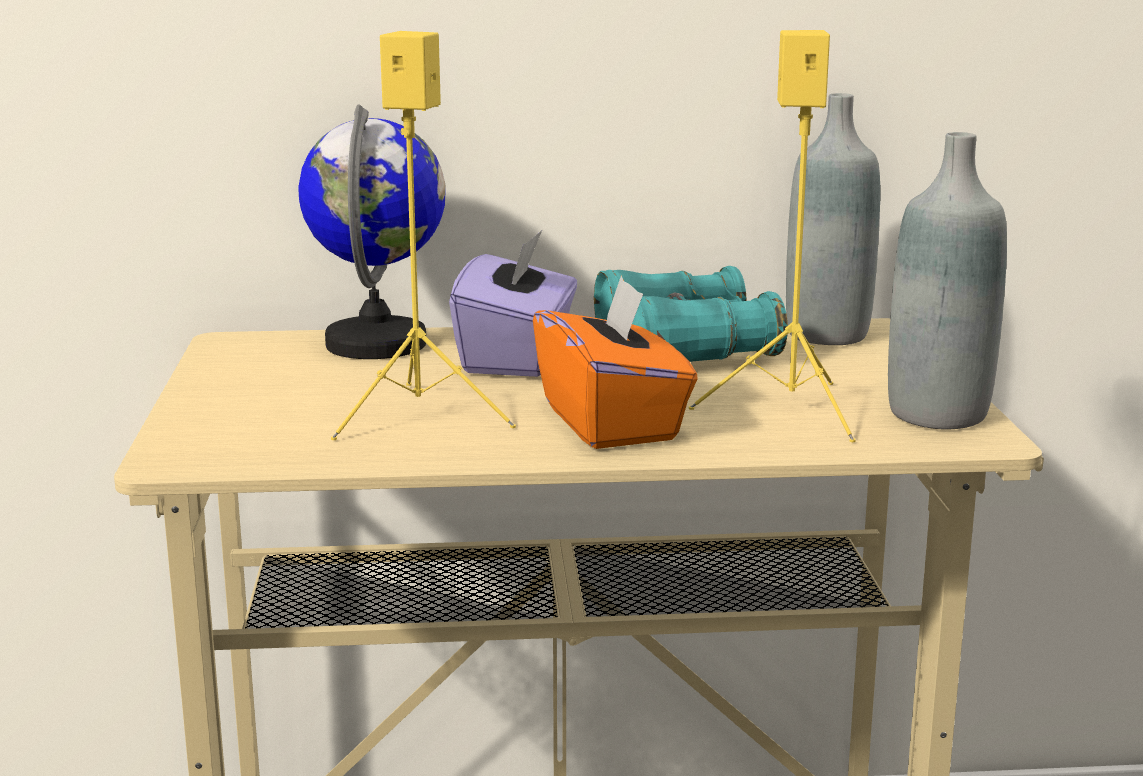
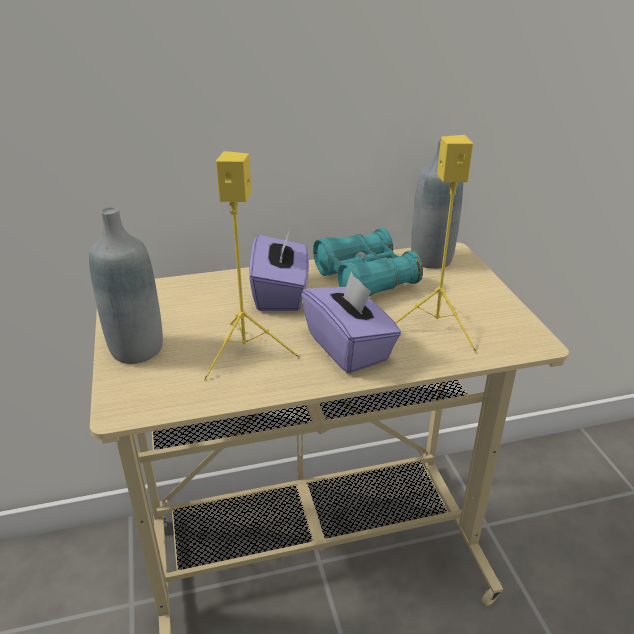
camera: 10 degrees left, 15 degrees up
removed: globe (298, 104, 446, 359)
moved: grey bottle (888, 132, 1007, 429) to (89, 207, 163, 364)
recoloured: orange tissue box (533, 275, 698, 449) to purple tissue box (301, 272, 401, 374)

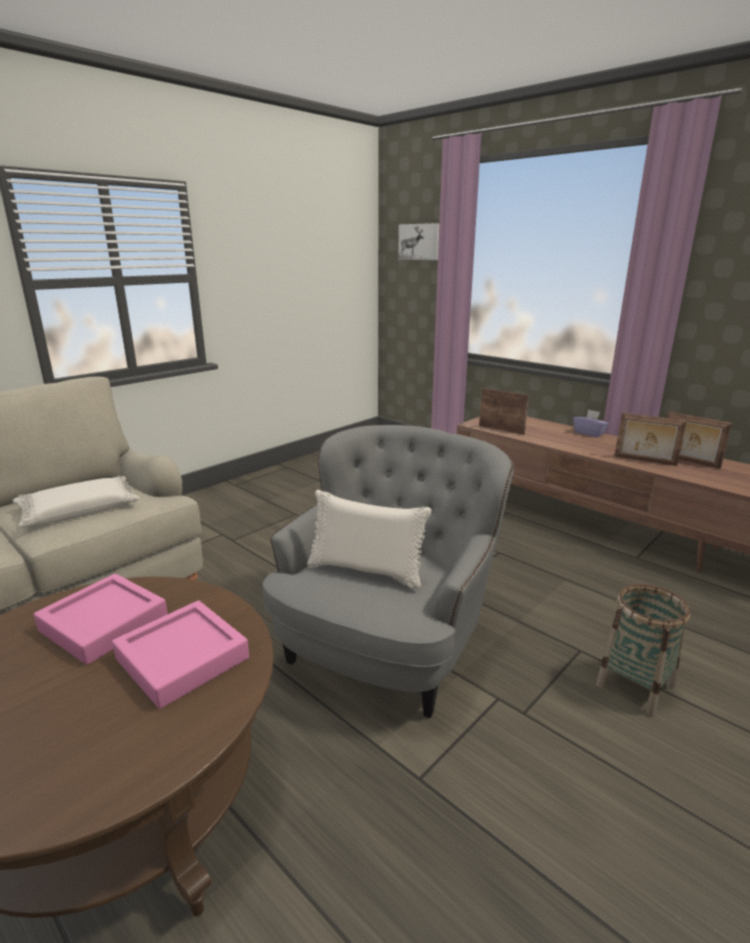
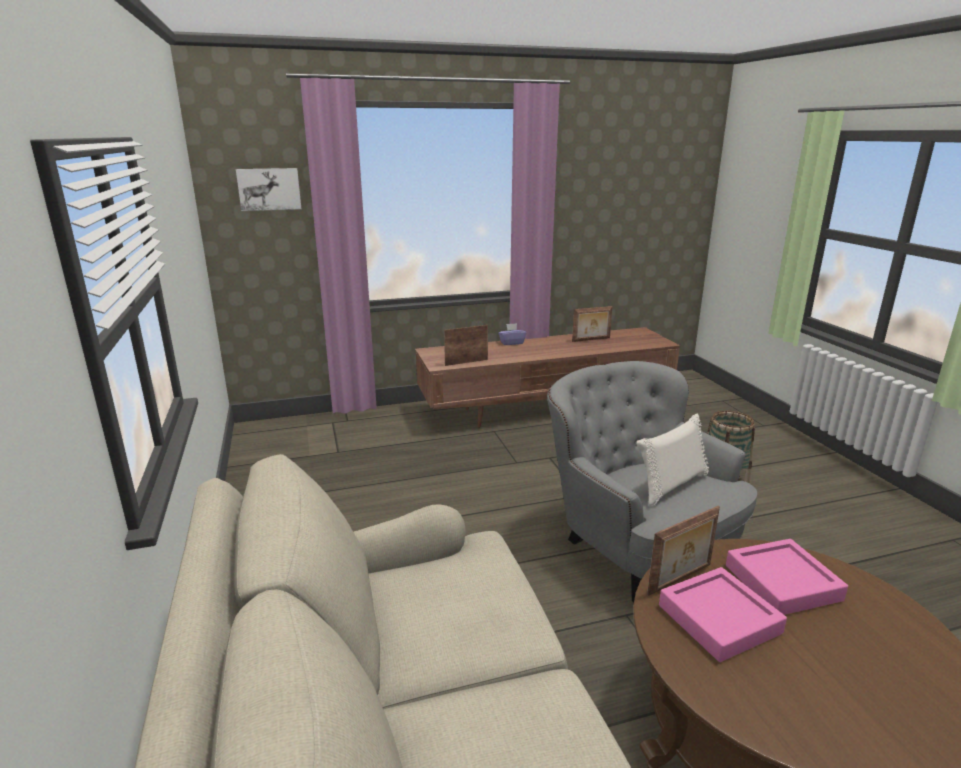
camera: 60 degrees left, 0 degrees up
removed: white pillow (13, 476, 140, 527)
moved: picture frame (615, 413, 687, 466) to (647, 506, 720, 596)

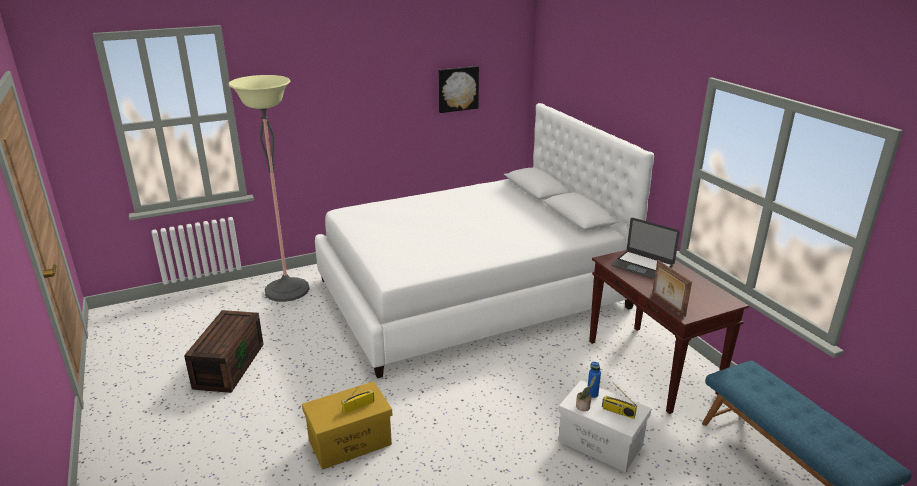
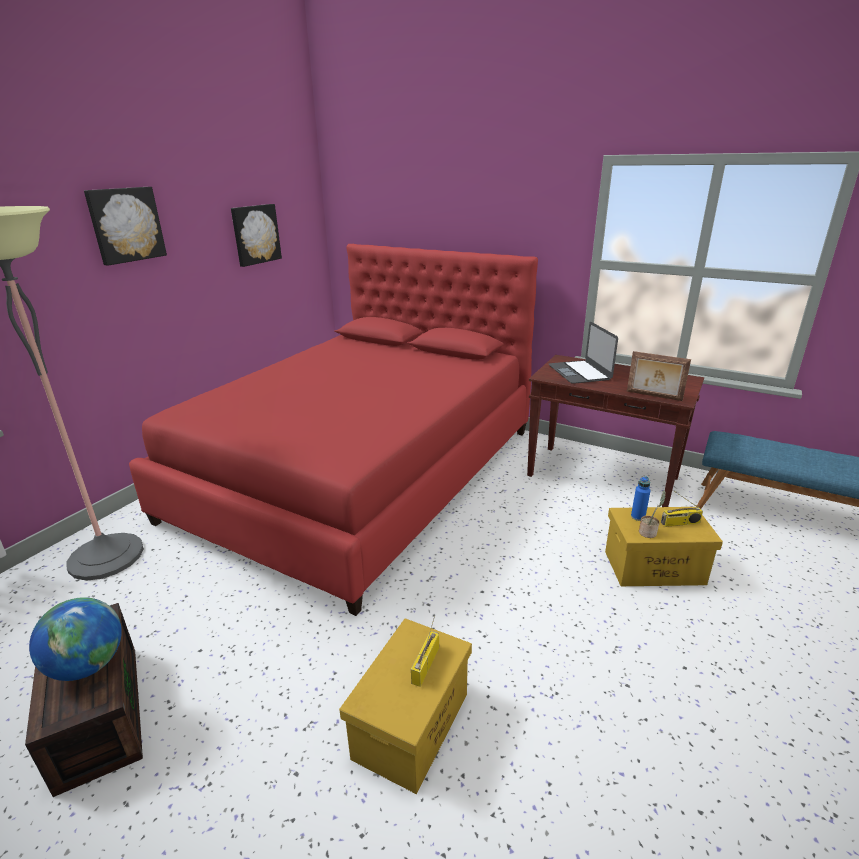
camera: 35 degrees left, 0 degrees up
added: globe (29, 597, 122, 681); picture (84, 187, 167, 266)
recoloured: white bed (315, 103, 654, 378) to red bed (129, 244, 538, 616); white storage box (558, 380, 651, 472) to yellow storage box (605, 507, 723, 586)
turned: laptop (611, 218, 680, 279) = (549, 322, 618, 384) 75 degrees clockwise

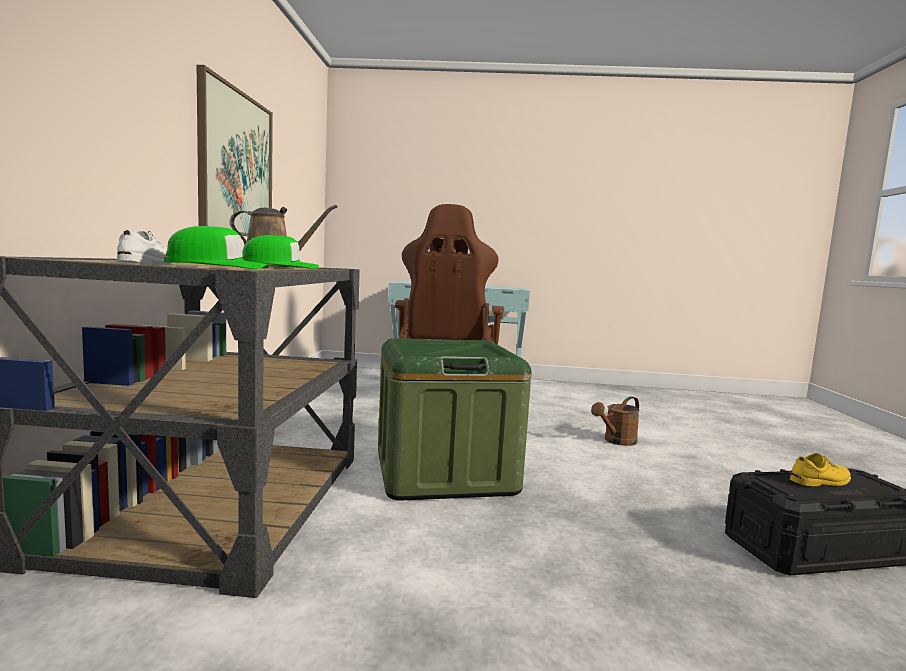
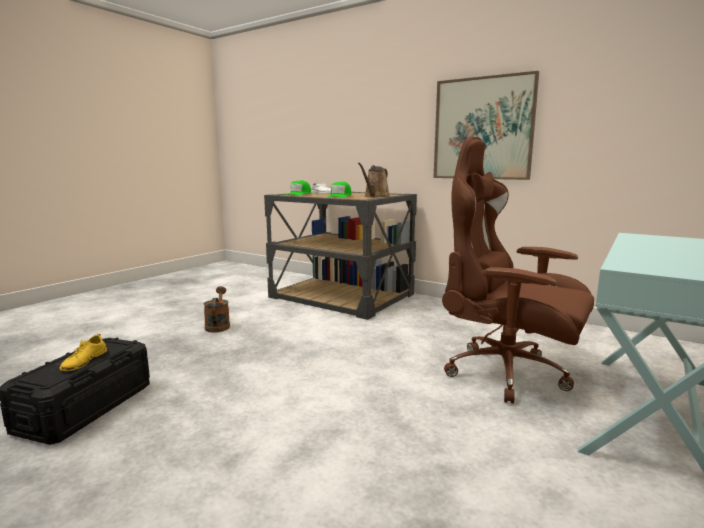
camera: 120 degrees right, 5 degrees up
removed: green storage box (378, 338, 531, 501)
moved: brown watering can (591, 397, 640, 446) to (204, 286, 230, 333)

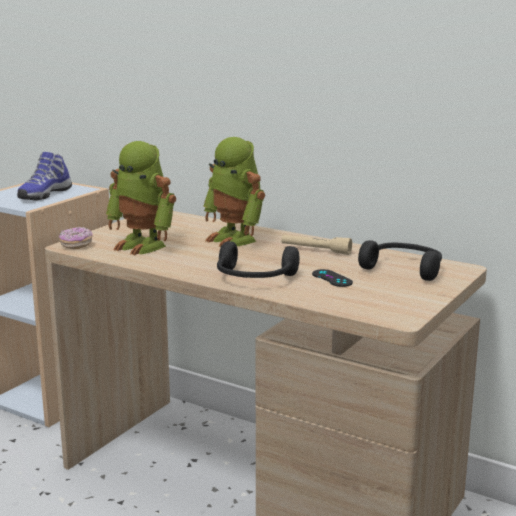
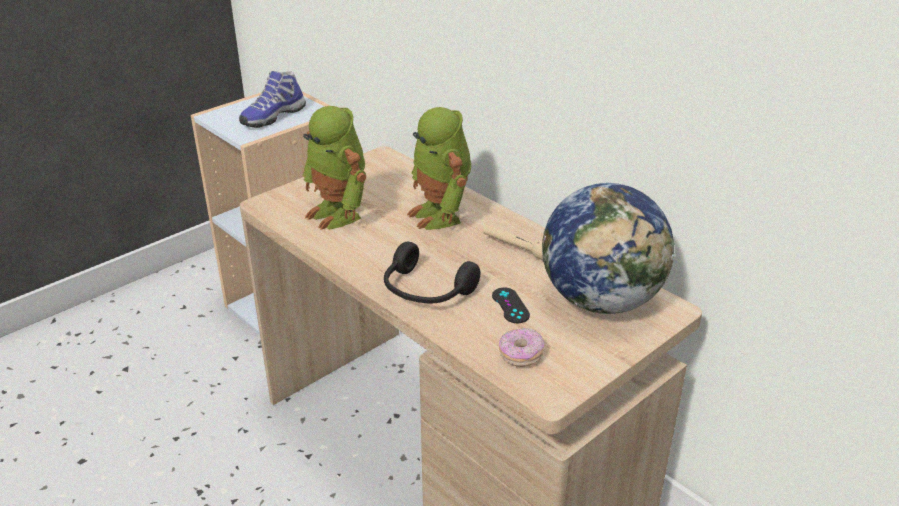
camera: 15 degrees right, 15 degrees up
moved: donut (59, 227, 93, 249) to (499, 328, 544, 367)
replaced: black headphones (358, 240, 442, 281) to globe (542, 183, 674, 314)

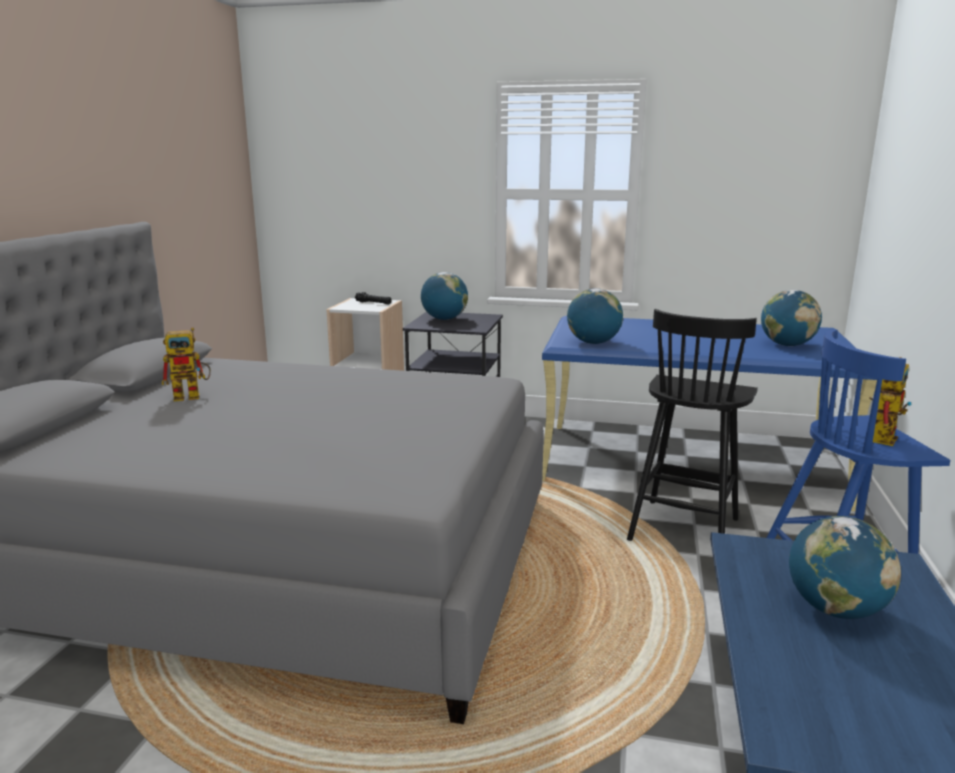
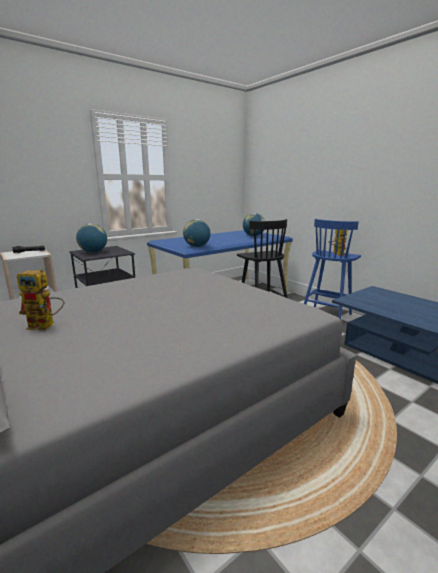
camera: 50 degrees left, 0 degrees up
removed: globe (789, 516, 901, 619)
turned: toy robot (162, 328, 211, 401) = (17, 269, 64, 330) 75 degrees clockwise

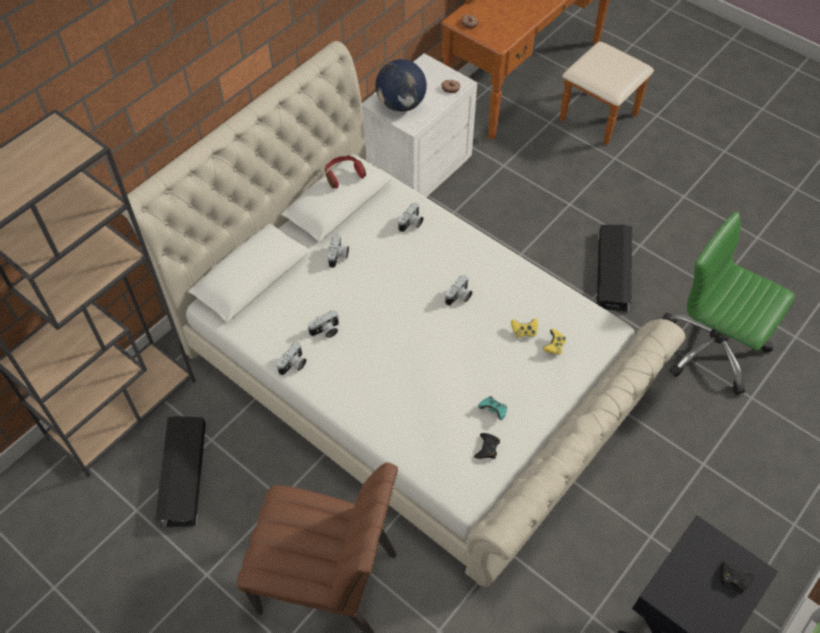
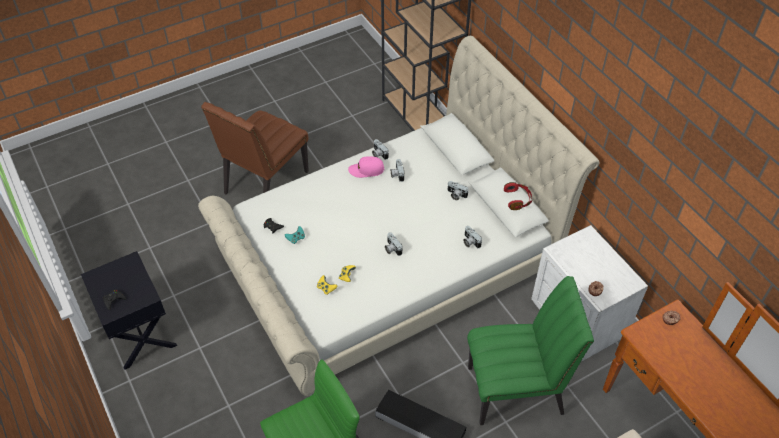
camera: 110 degrees right, 5 degrees down
removed: black storage box (155, 416, 206, 527); globe (375, 59, 427, 112)
added: pink cap (348, 156, 385, 178); green chair (467, 276, 594, 425)

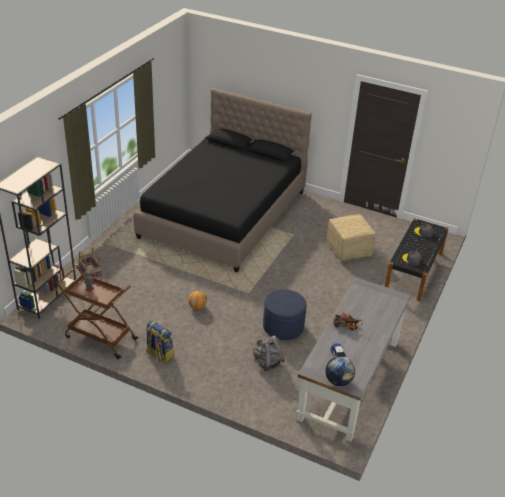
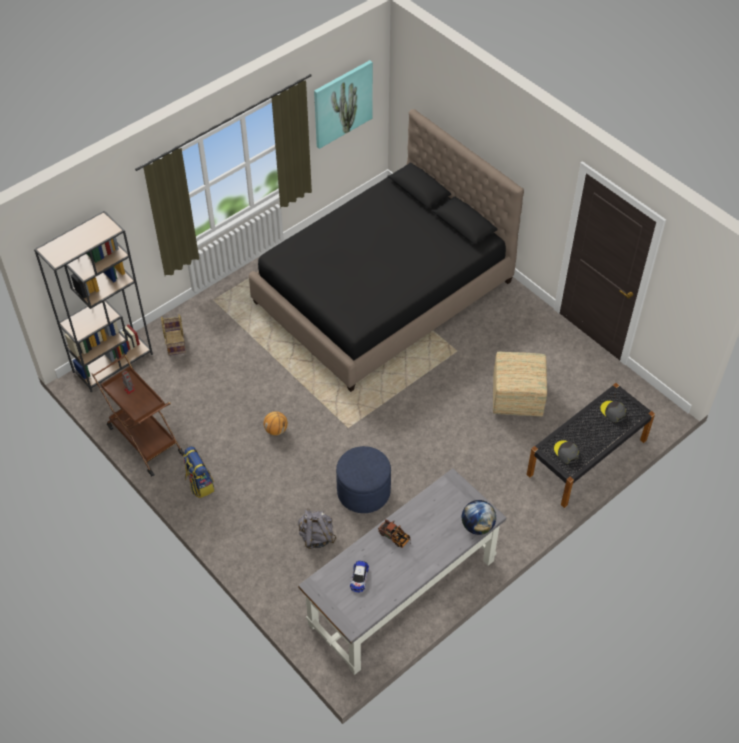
camera: 25 degrees right, 15 degrees up
added: picture (314, 60, 373, 149)
moved: globe (325, 356, 355, 386) to (462, 500, 496, 535)

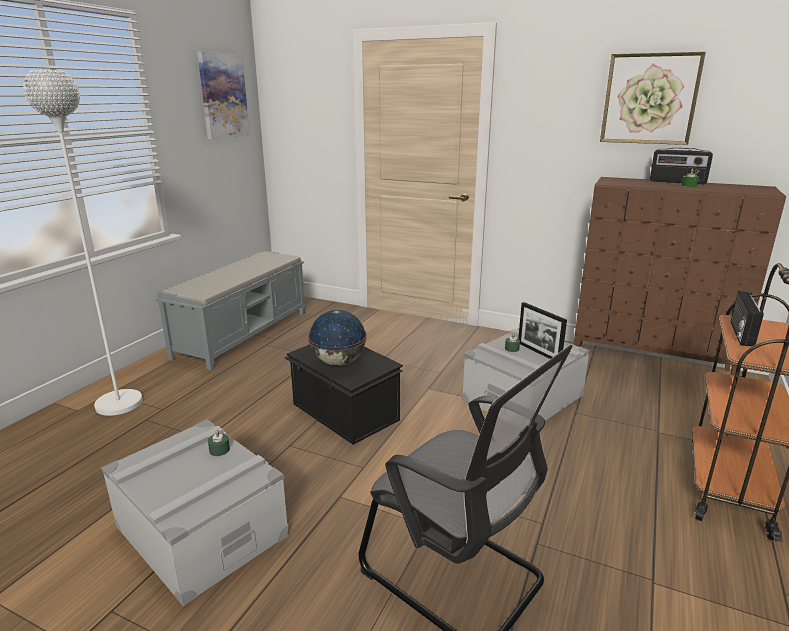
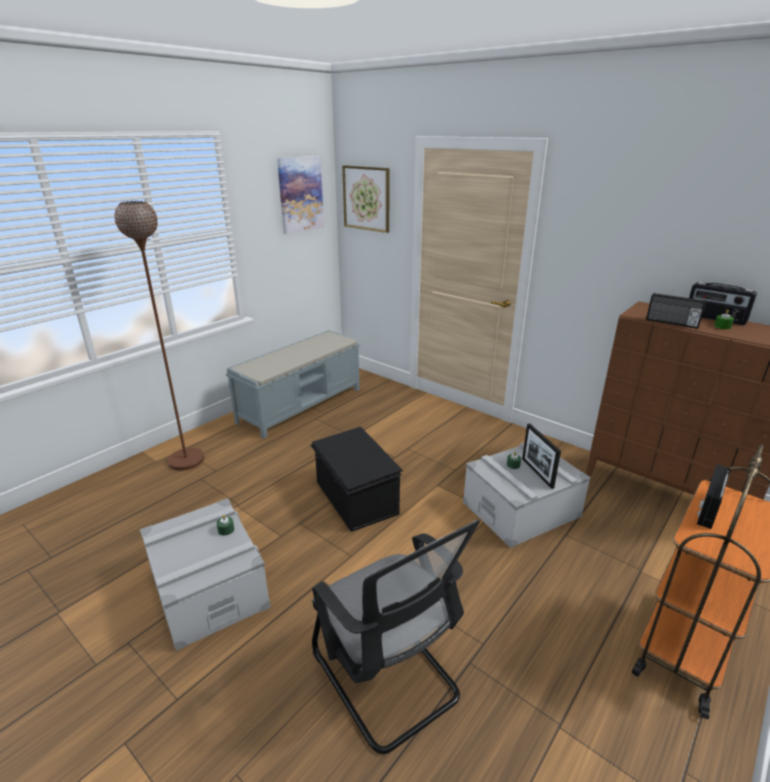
camera: 15 degrees right, 5 degrees up
removed: globe (308, 310, 367, 366)
added: radio (646, 293, 706, 329)
moved: picture (600, 52, 706, 145) to (342, 165, 390, 233)
recoloured: white floor lamp (23, 70, 143, 416) to brown floor lamp (114, 201, 204, 471)

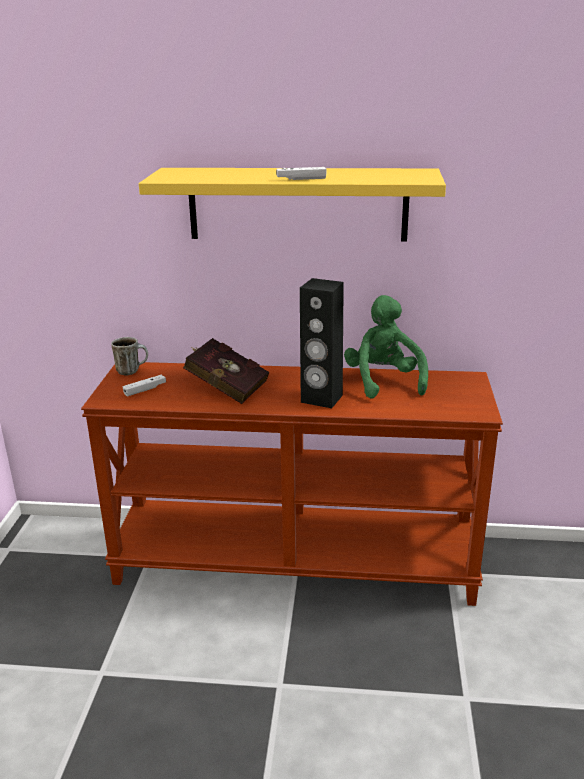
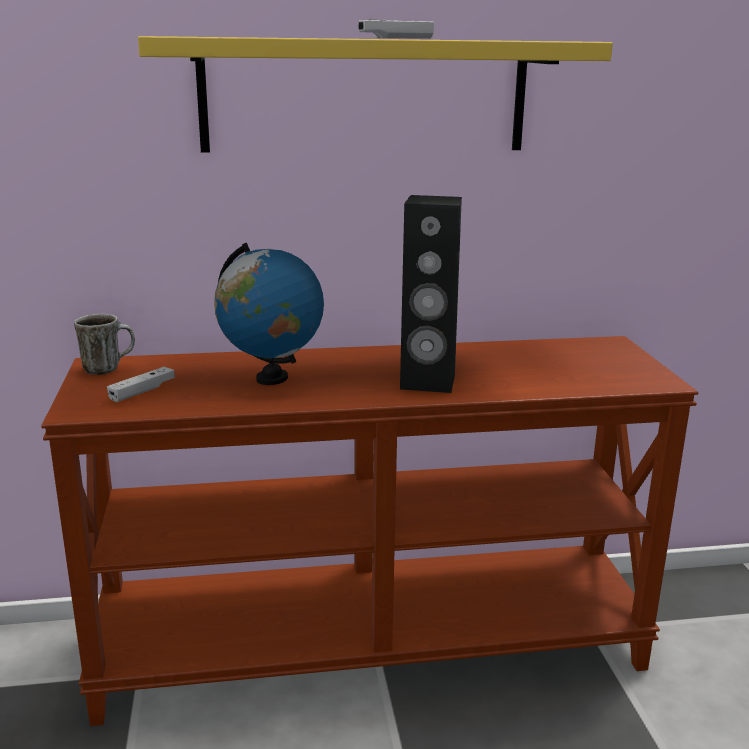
camera: 15 degrees left, 5 degrees down
removed: green plush toy (344, 295, 428, 399)
replaced: red book (183, 338, 269, 404) to globe (214, 243, 324, 385)

